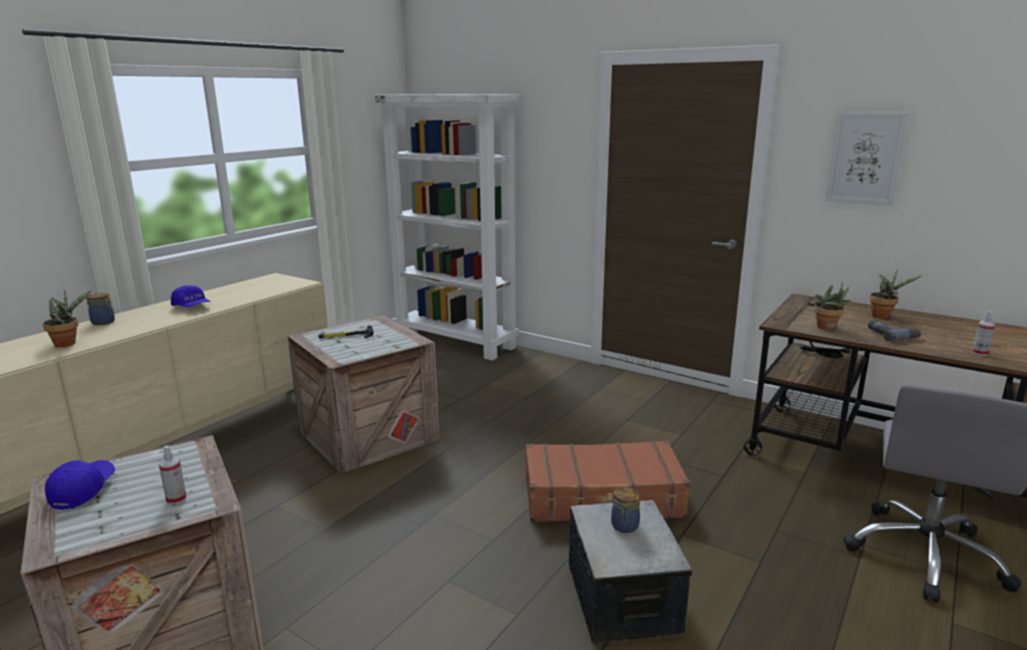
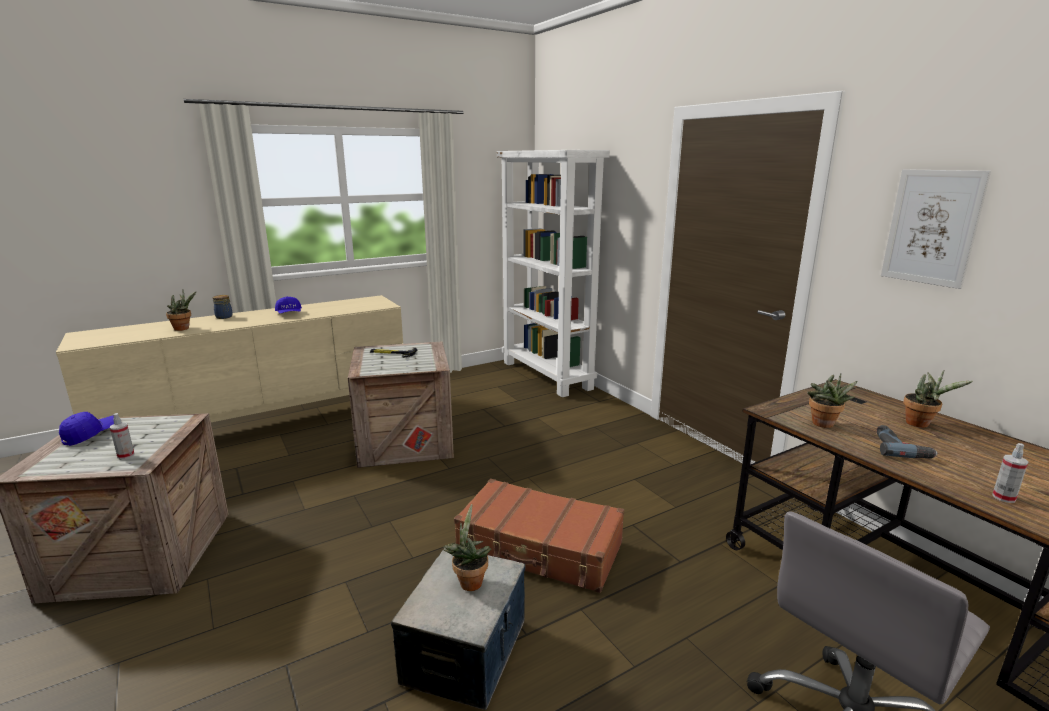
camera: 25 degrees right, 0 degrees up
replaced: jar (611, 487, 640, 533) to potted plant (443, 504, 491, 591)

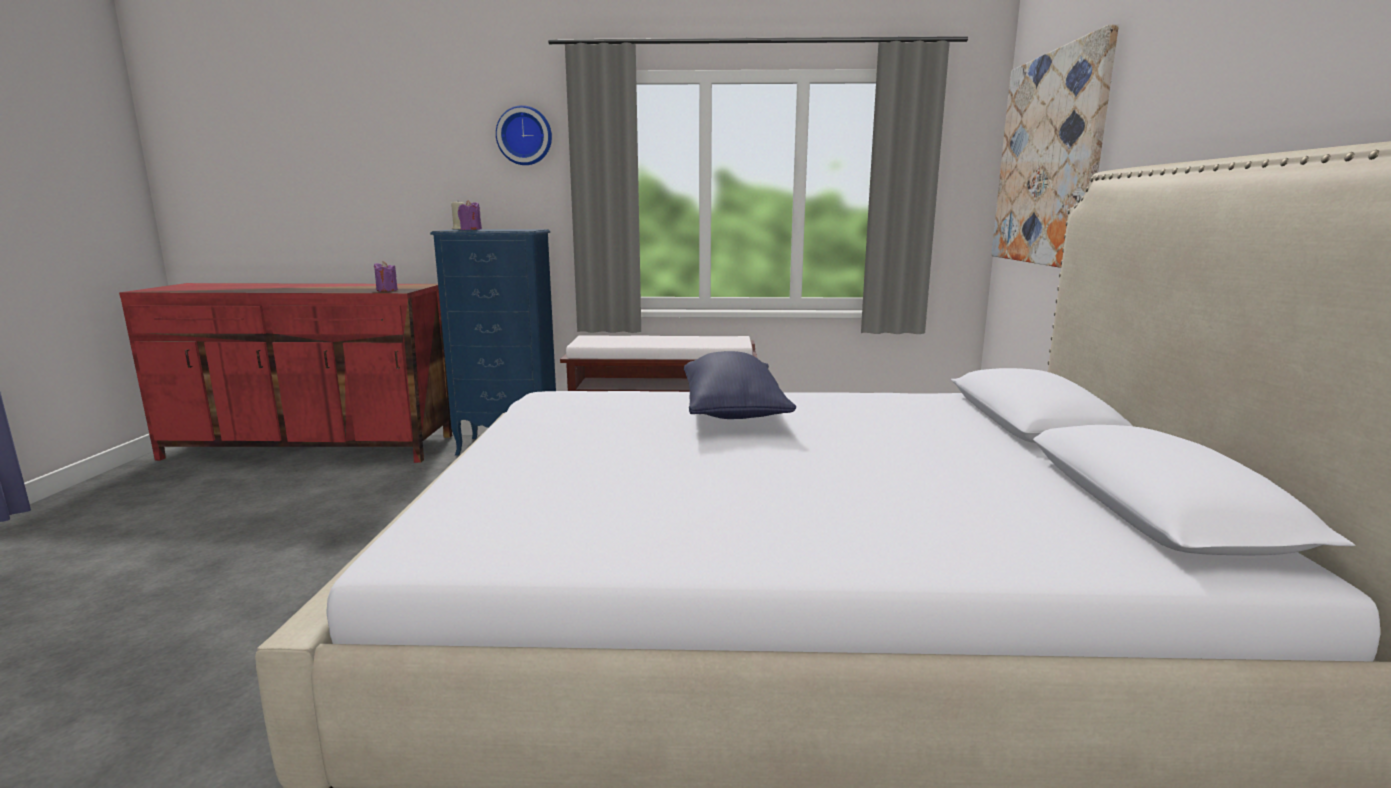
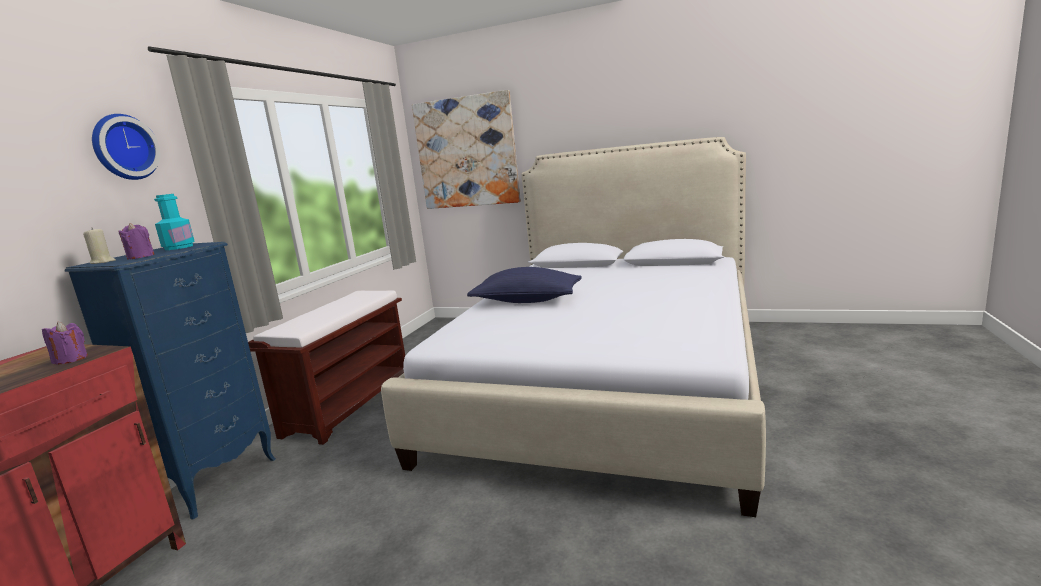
camera: 70 degrees left, 0 degrees up
added: turquoise bottle (154, 194, 195, 250)

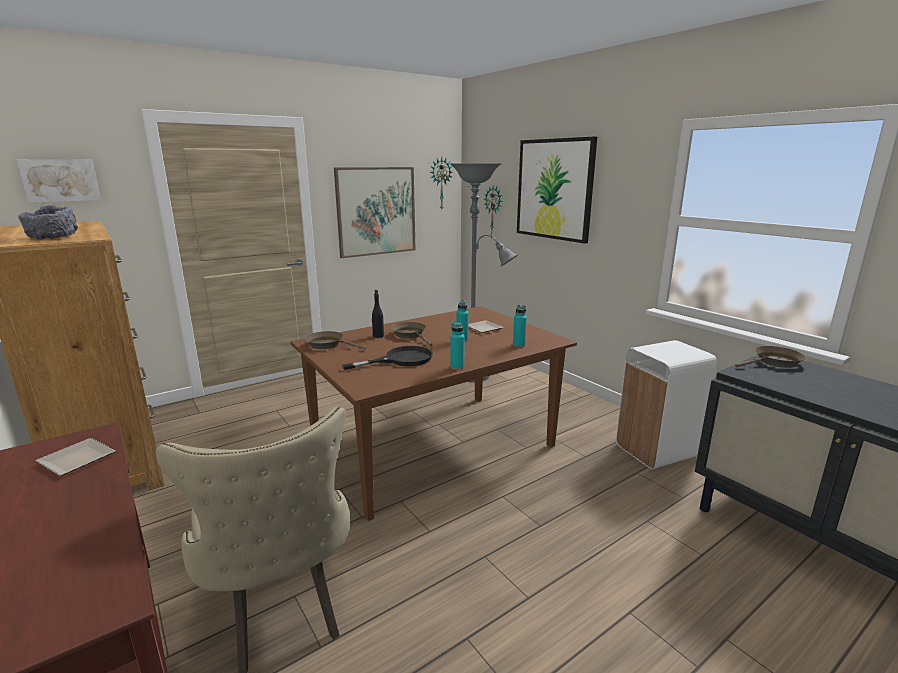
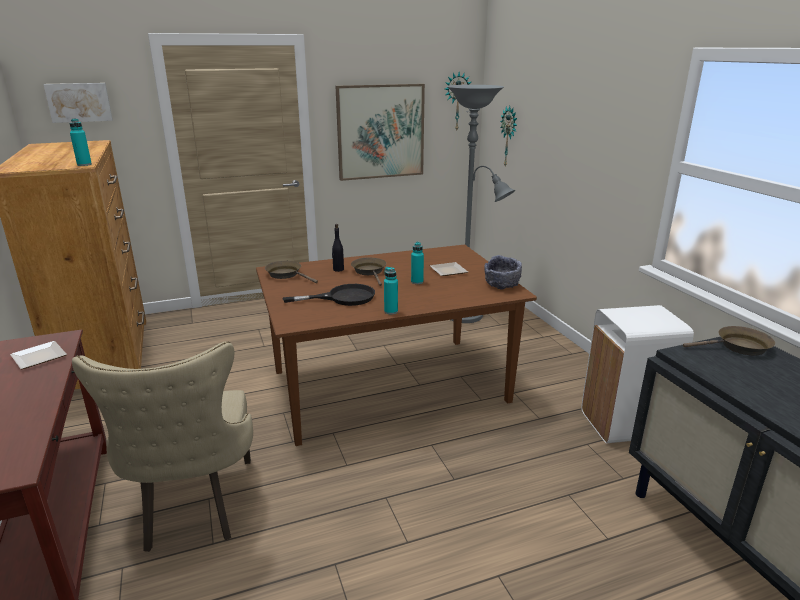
camera: 15 degrees right, 5 degrees up
removed: picture (517, 137, 597, 243)
moved: grey bowl (18, 205, 78, 240) to (485, 255, 522, 290); turquoise bottle (513, 304, 527, 347) to (70, 119, 92, 166)

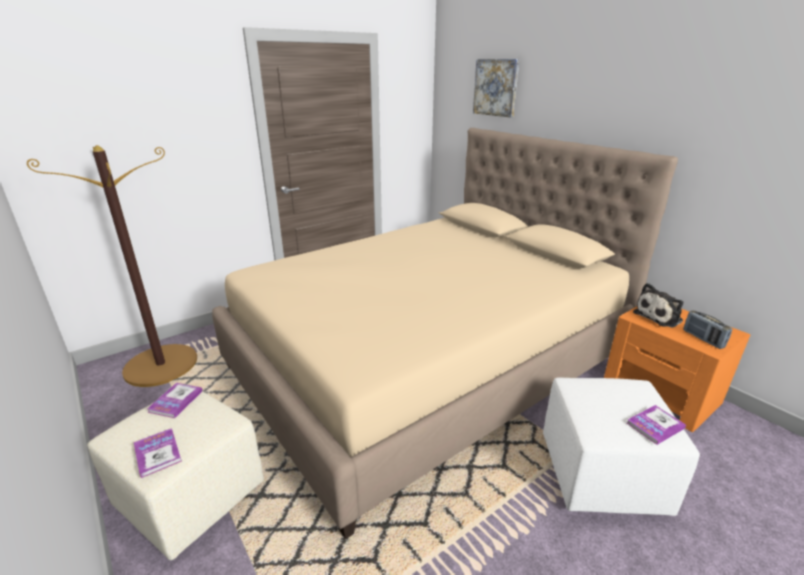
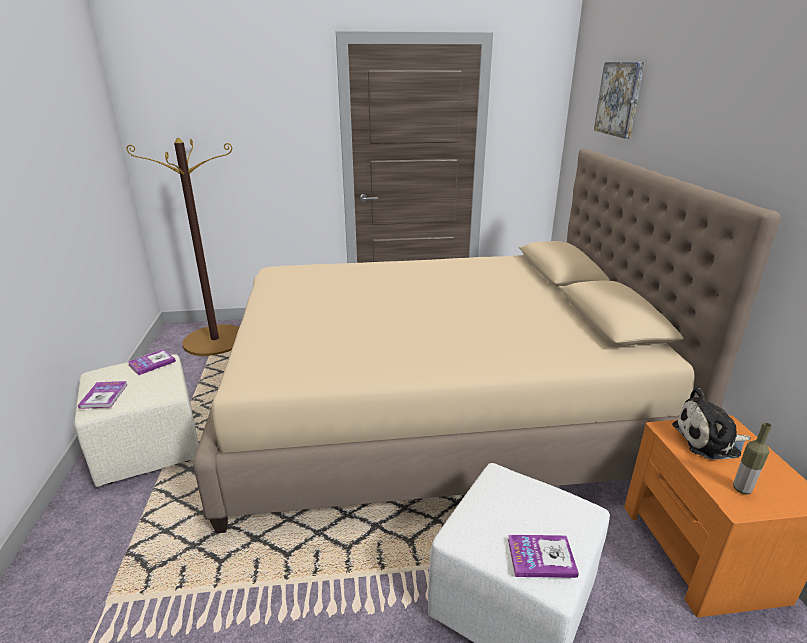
camera: 30 degrees right, 0 degrees up
replaced: radio (683, 310, 732, 349) to bottle (733, 422, 772, 495)

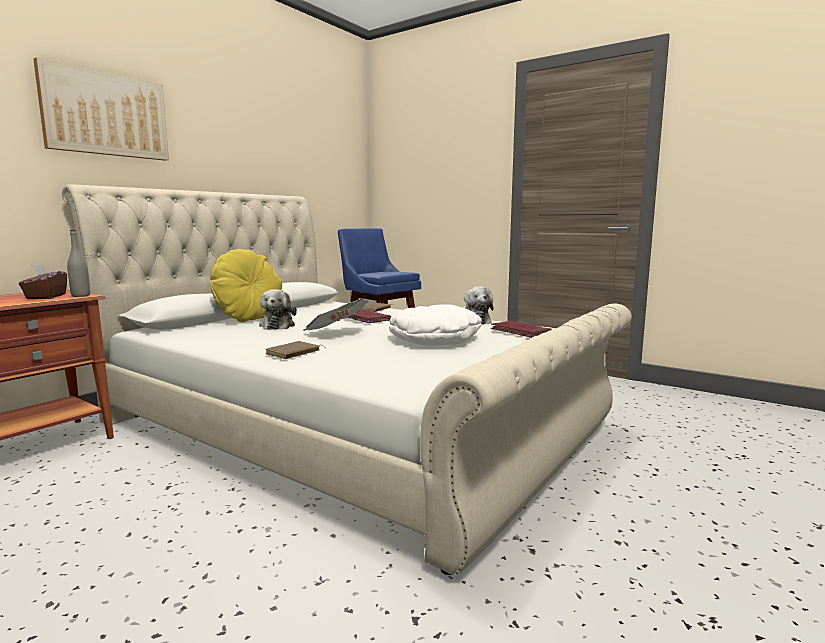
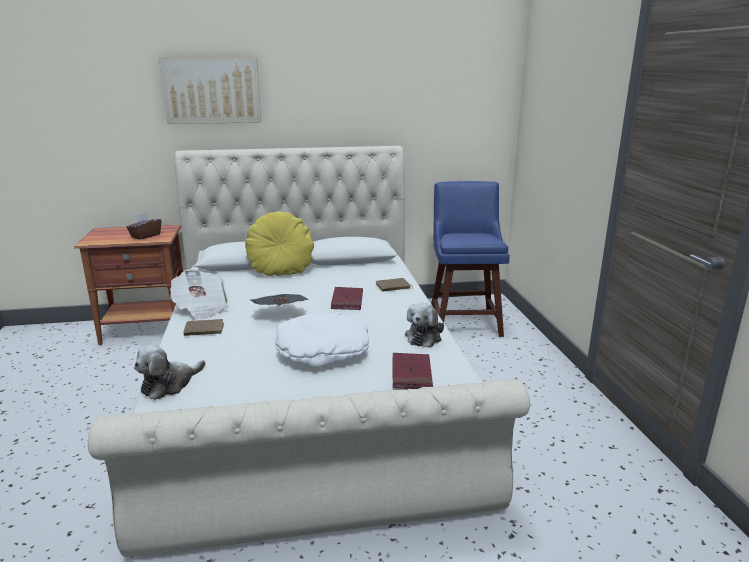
camera: 45 degrees right, 10 degrees up
removed: grey bottle (67, 230, 90, 297)
added: newspaper (170, 269, 229, 320)
moved: plush toy (259, 289, 297, 330) to (134, 345, 205, 400)

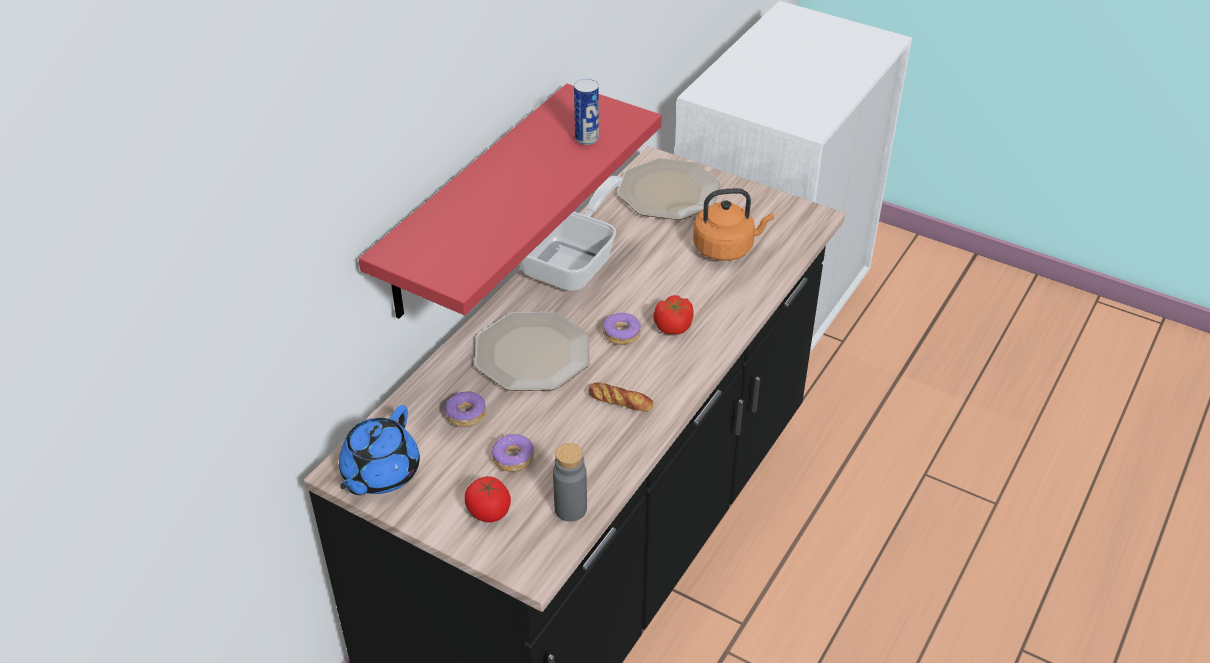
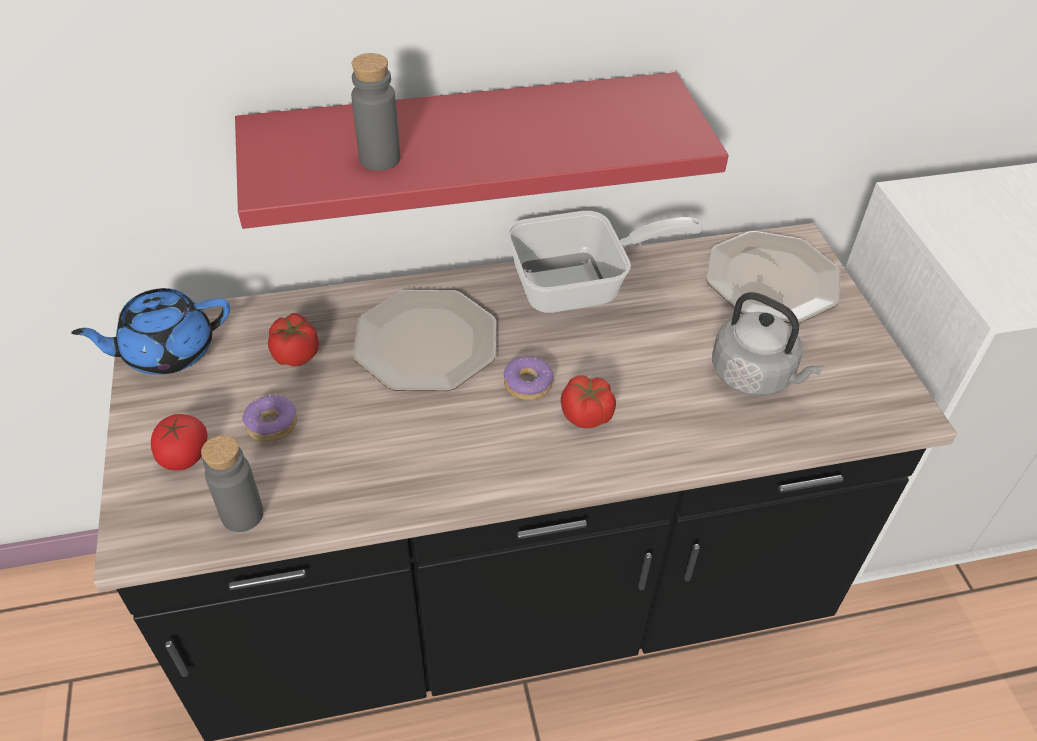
camera: 45 degrees right, 5 degrees up
removed: can (574, 79, 599, 145); bread (588, 382, 653, 412)
added: grey bottle (351, 53, 400, 171)
replaced: donut (445, 391, 486, 427) to tomato (268, 313, 319, 366)
recoloured: orange kettle (693, 188, 774, 261) to grey kettle (712, 292, 823, 396)

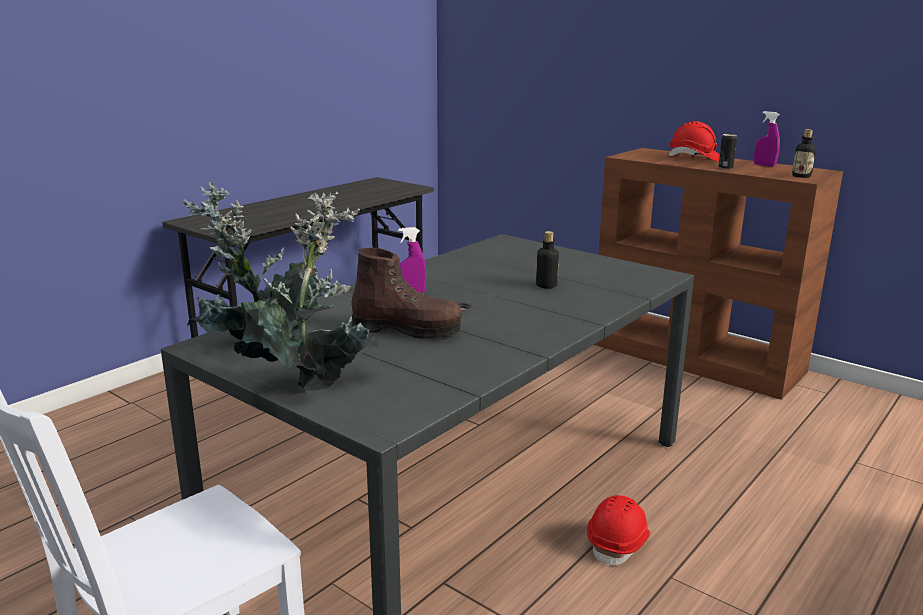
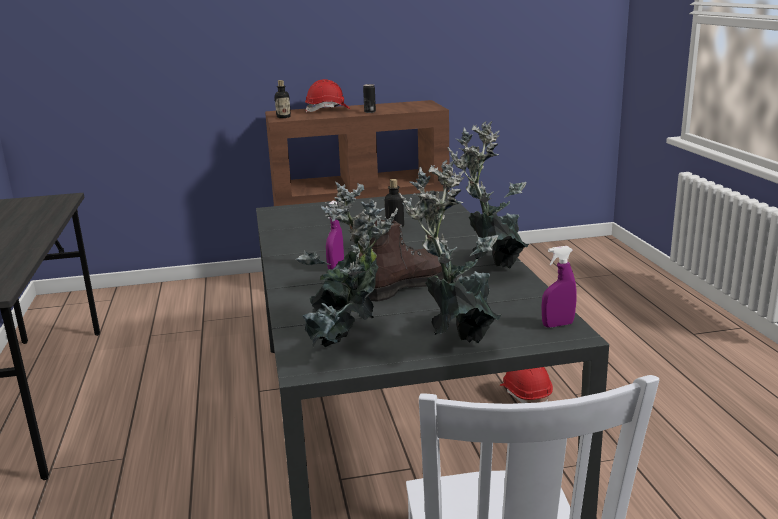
camera: 50 degrees left, 0 degrees up
added: potted plant (448, 121, 529, 268)
moved: purple spray bottle (754, 111, 780, 167) to (541, 246, 577, 328); bottle (792, 129, 816, 178) to (275, 80, 291, 118)

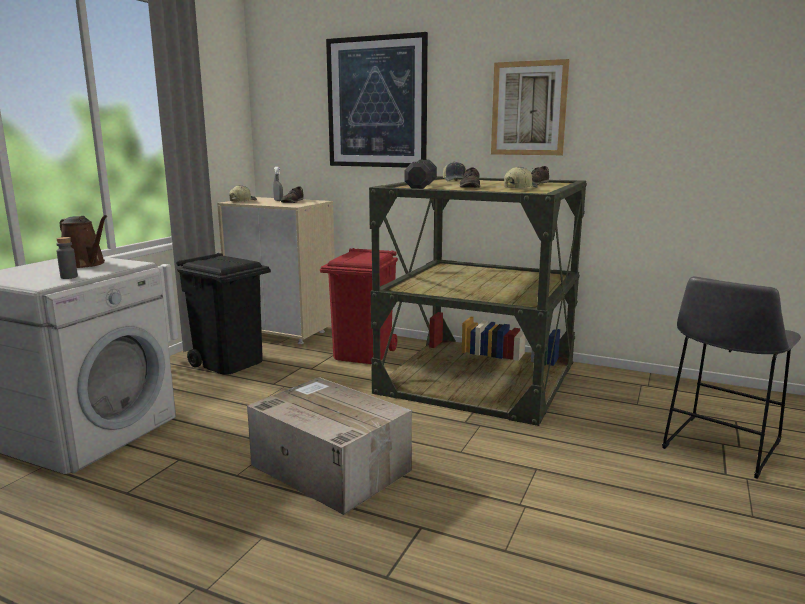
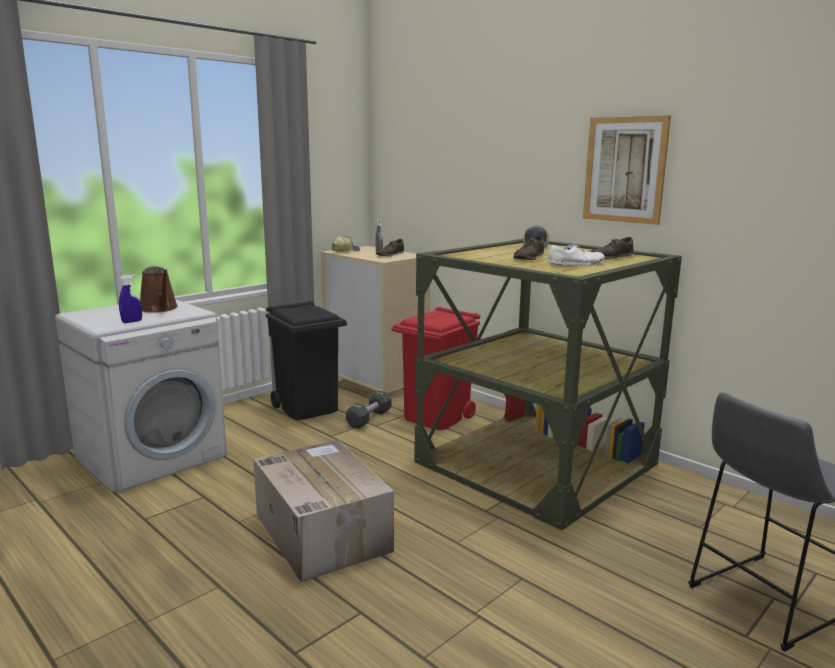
camera: 20 degrees right, 0 degrees up
removed: picture (326, 32, 428, 167)
moved: black dumbbell (405, 160, 437, 189) to (346, 391, 391, 429)
replaced: grey bottle (56, 237, 78, 279) to blue spray bottle (119, 275, 142, 323); cap (504, 166, 538, 188) to white shoe (548, 244, 605, 266)

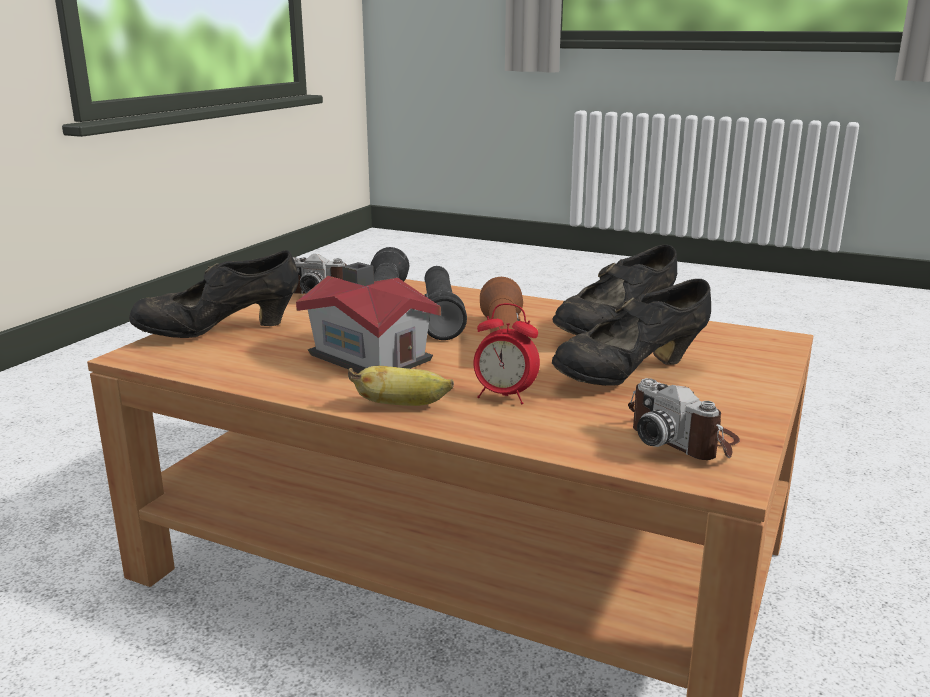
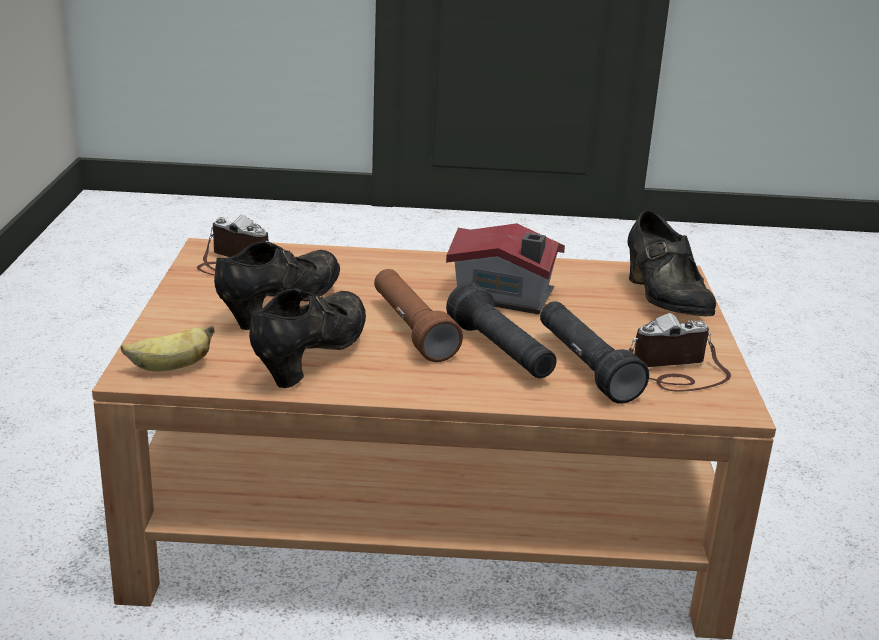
camera: 155 degrees right, 5 degrees up
removed: alarm clock (474, 303, 540, 405)
moved: banana (348, 366, 454, 406) to (121, 325, 215, 372)
turned: black shoe (129, 250, 299, 338) = (627, 210, 716, 316) 120 degrees clockwise

